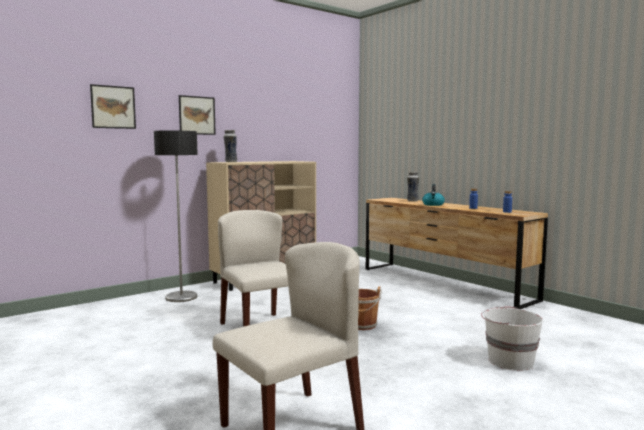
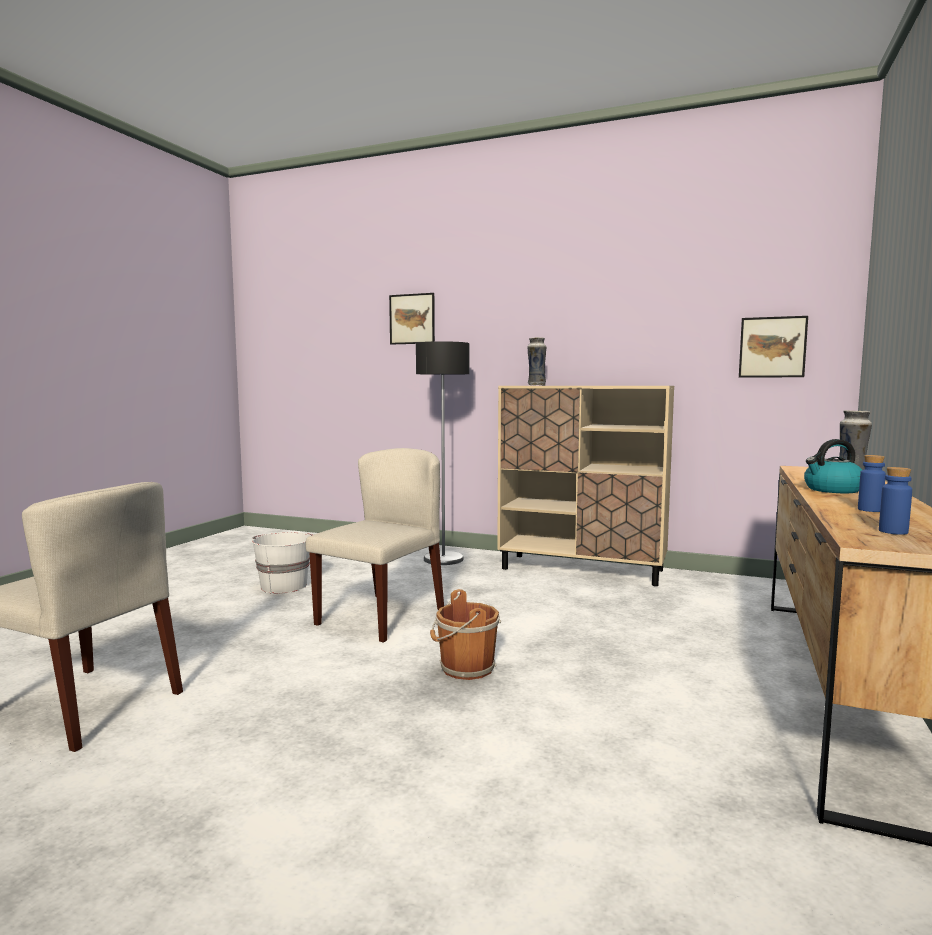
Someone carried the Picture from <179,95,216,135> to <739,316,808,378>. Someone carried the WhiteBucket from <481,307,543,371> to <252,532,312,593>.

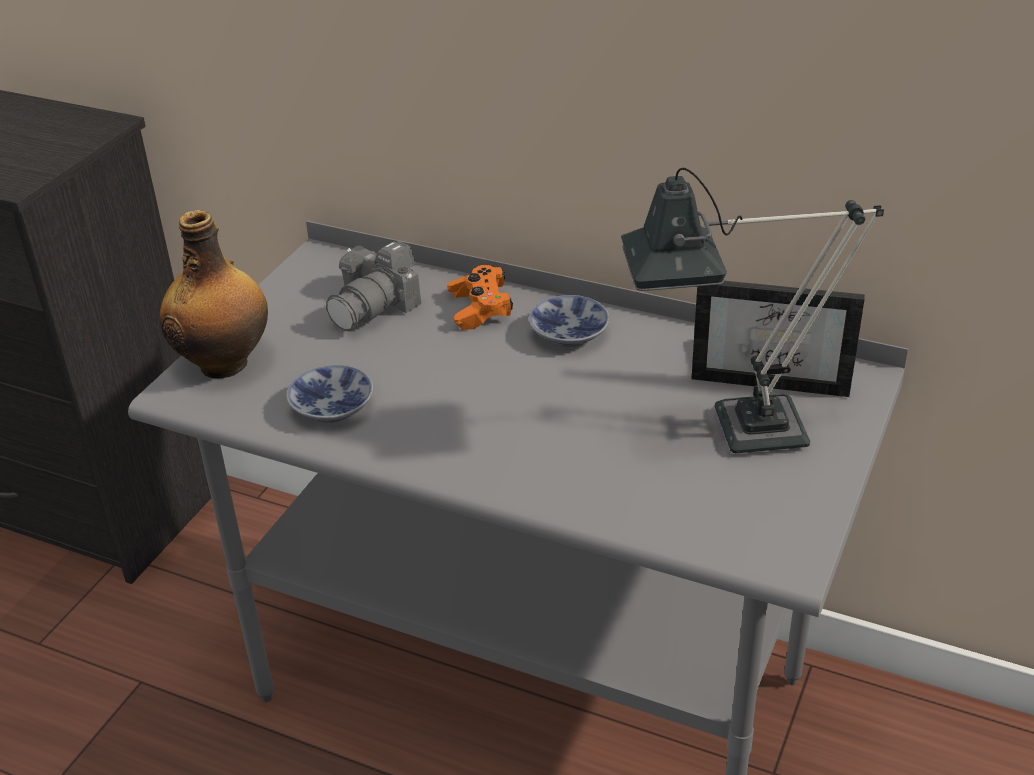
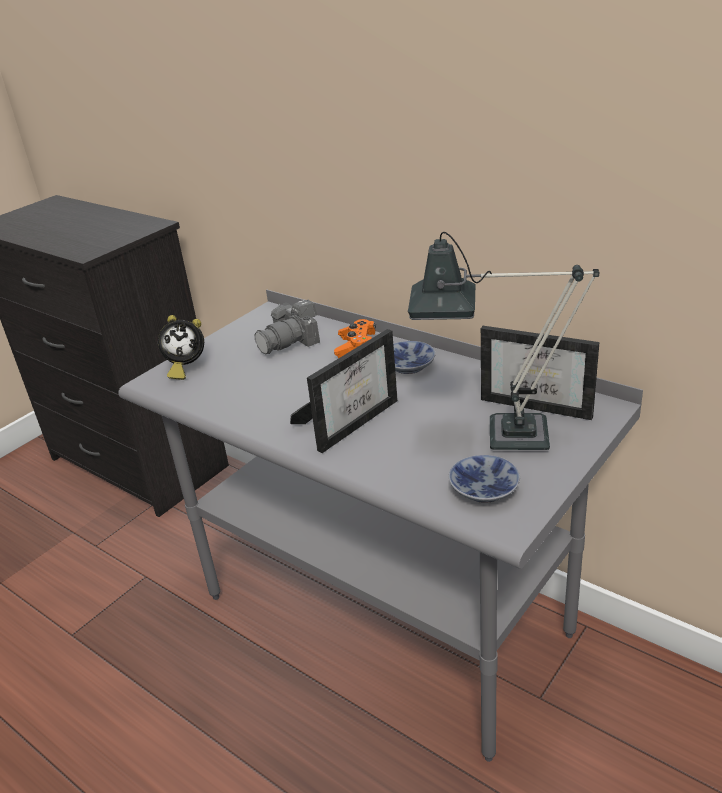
Someone swapped the Bottle at <159,210,268,378> for the AlarmClock at <158,315,204,380>. Someone carried the Bowl from <286,365,373,422> to <449,455,520,503>. Someone put down the PictureFrame at <290,329,398,453>.

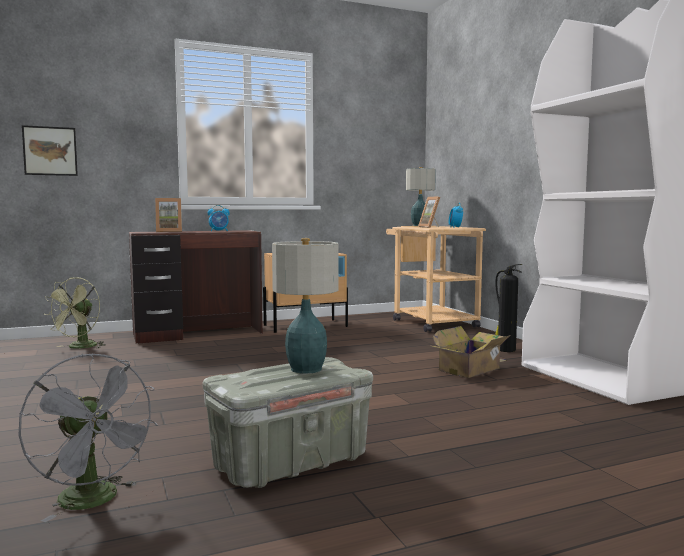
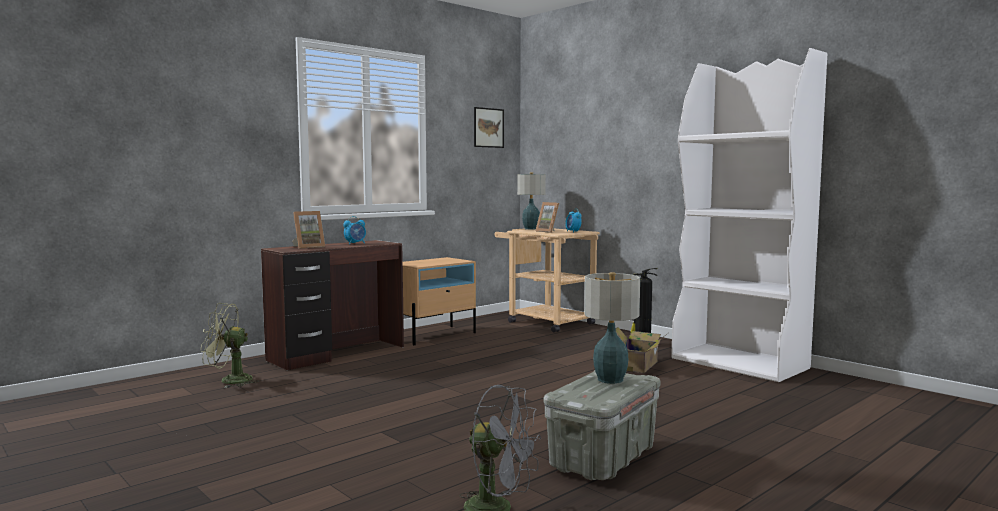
Someone carried the Picture from <22,125,78,176> to <474,107,504,148>. Someone rotated the GreenFan at <44,277,106,349> by 90 degrees clockwise.

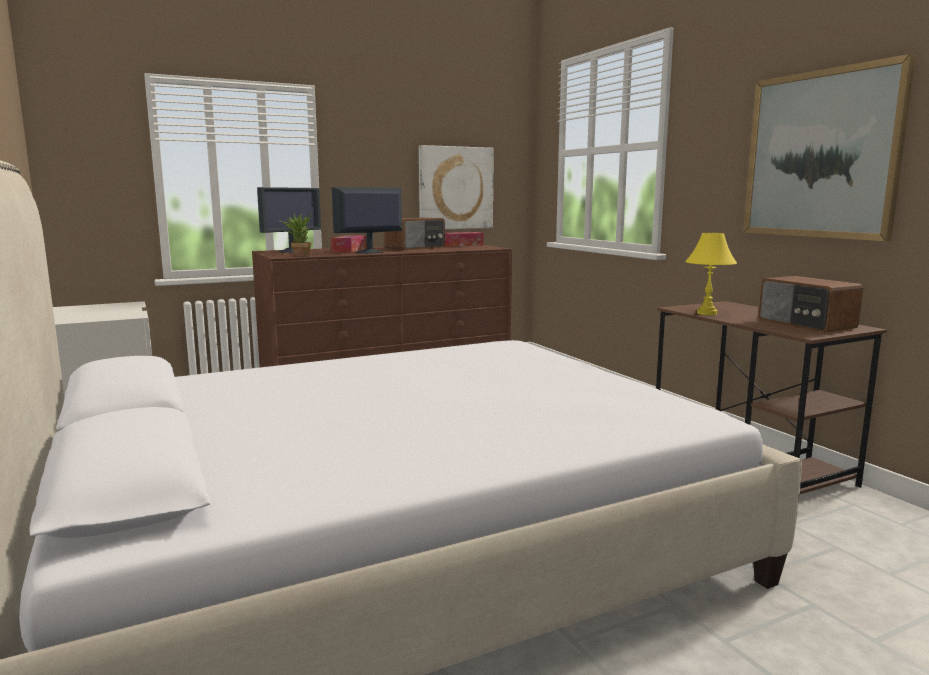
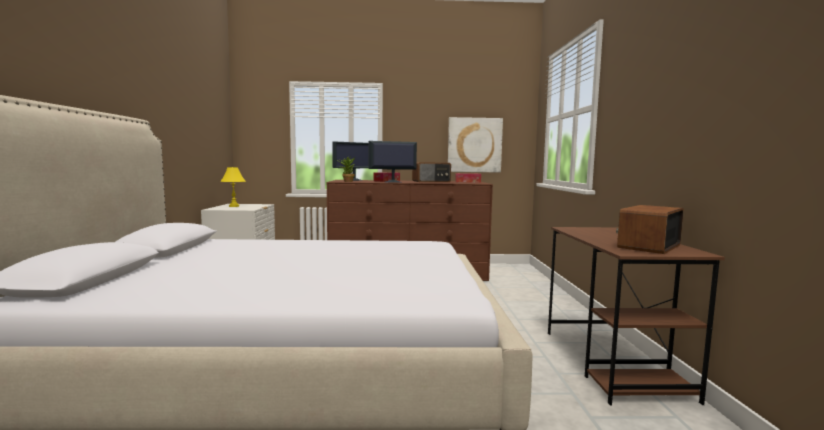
Someone took away the Picture at <743,54,916,241>. Someone carried the YellowTableLamp from <685,232,737,315> to <220,167,246,207>. Someone rotated the Radio at <758,276,863,333> by 45 degrees clockwise.

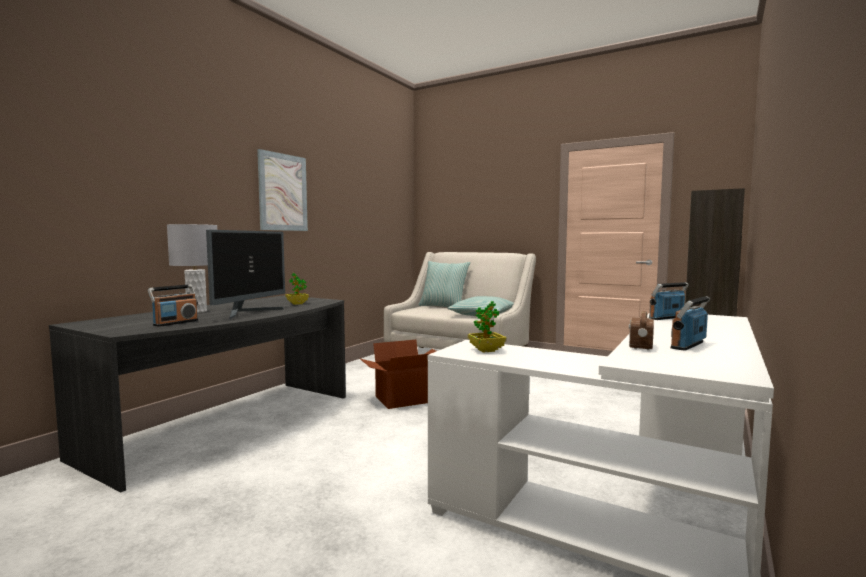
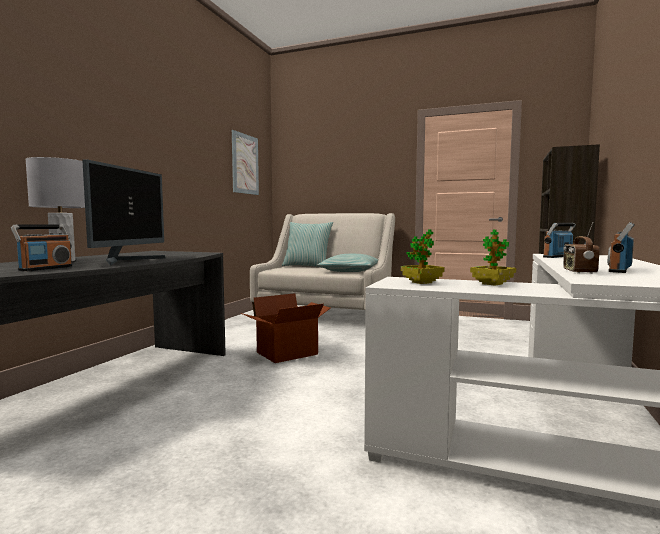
Someone carried the Picture from <257,149,308,231> to <232,130,259,195>. Someone carried the PottedPlant from <285,273,309,305> to <470,230,516,286>.

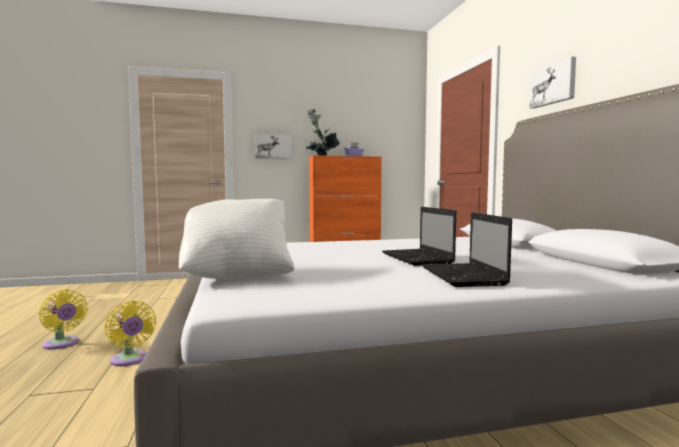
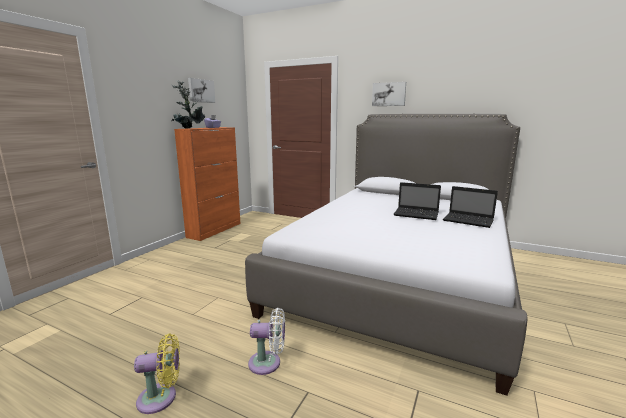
Someone carried the Picture from <255,134,291,159> to <188,78,215,103>. Someone took away the WhitePillow at <179,199,295,280>. Someone repainted the YellowFan at <104,301,156,366>, which became the WhiteFan at <248,308,285,375>.

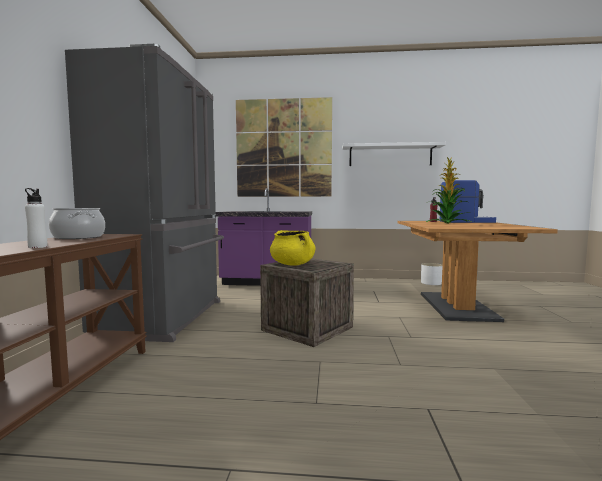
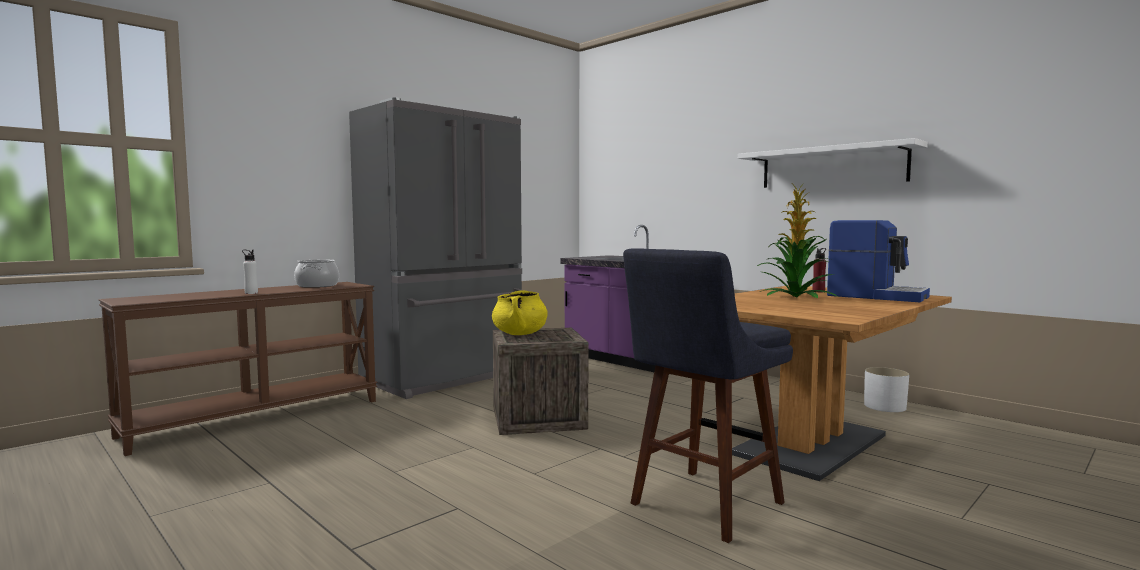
Someone took away the Picture at <236,97,332,197>. Someone put down the BlueStool at <623,248,793,543>.

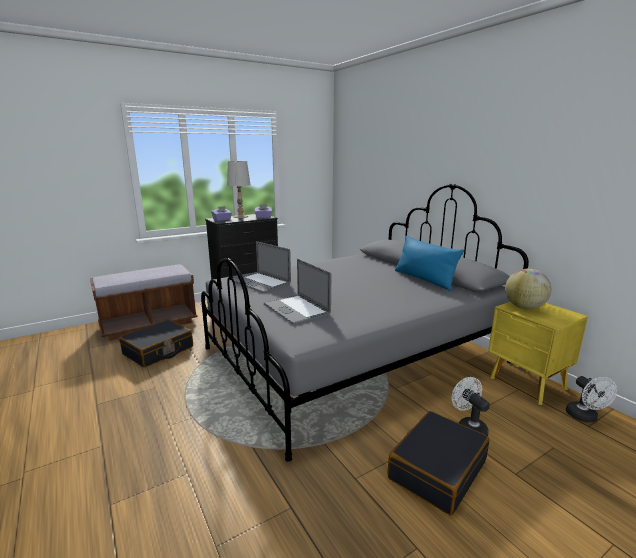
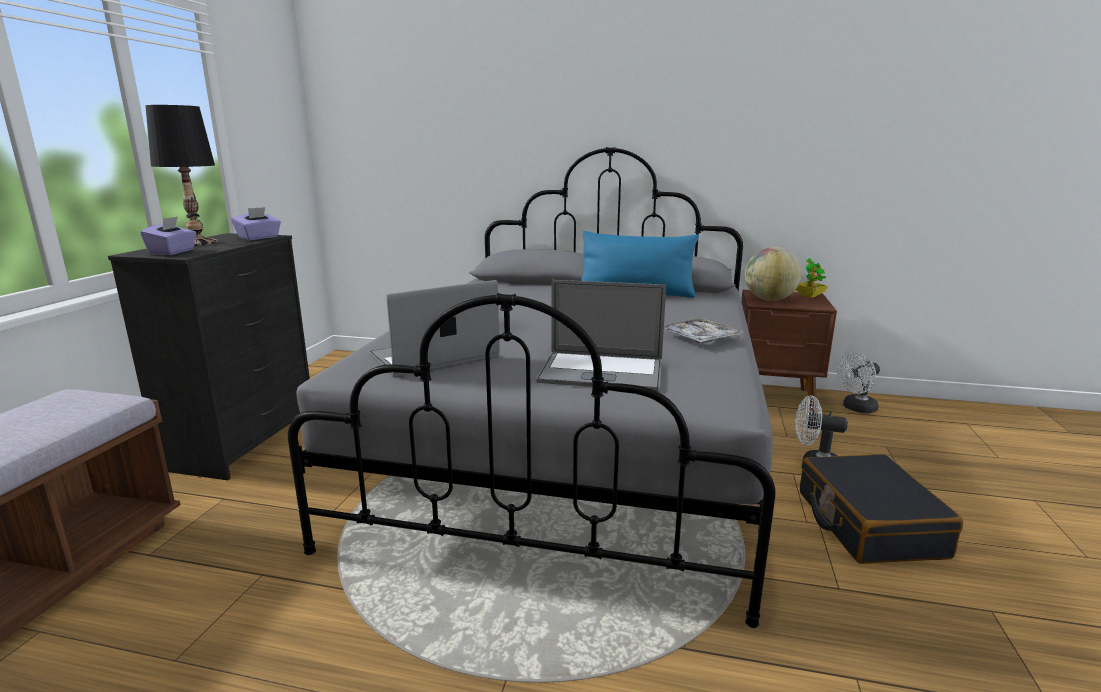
Someone repainted the WhiteTableLamp at <227,161,250,218>, which became the BlackTableLamp at <145,105,217,246>. Someone rotated the Laptop at <231,241,291,293> by 150 degrees clockwise. Someone repainted the YellowNightstand at <488,302,588,405>, which became the BrownNightstand at <741,290,837,413>. Someone took away the BlackSuitcase at <119,320,193,368>. Someone rotated the WhiteFan at <566,376,617,423> by 120 degrees clockwise. Someone put down the PottedPlant at <796,258,827,298>. Someone put down the Tray at <664,318,743,343>.

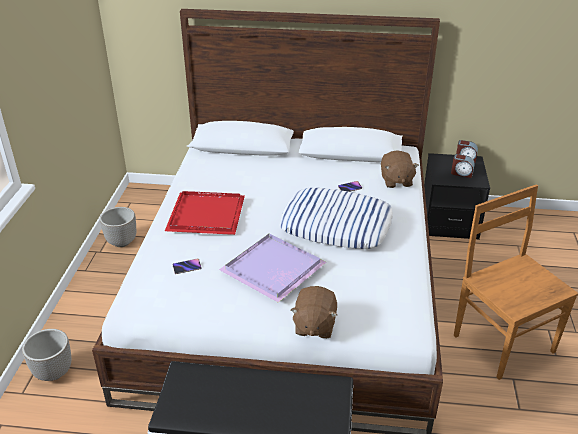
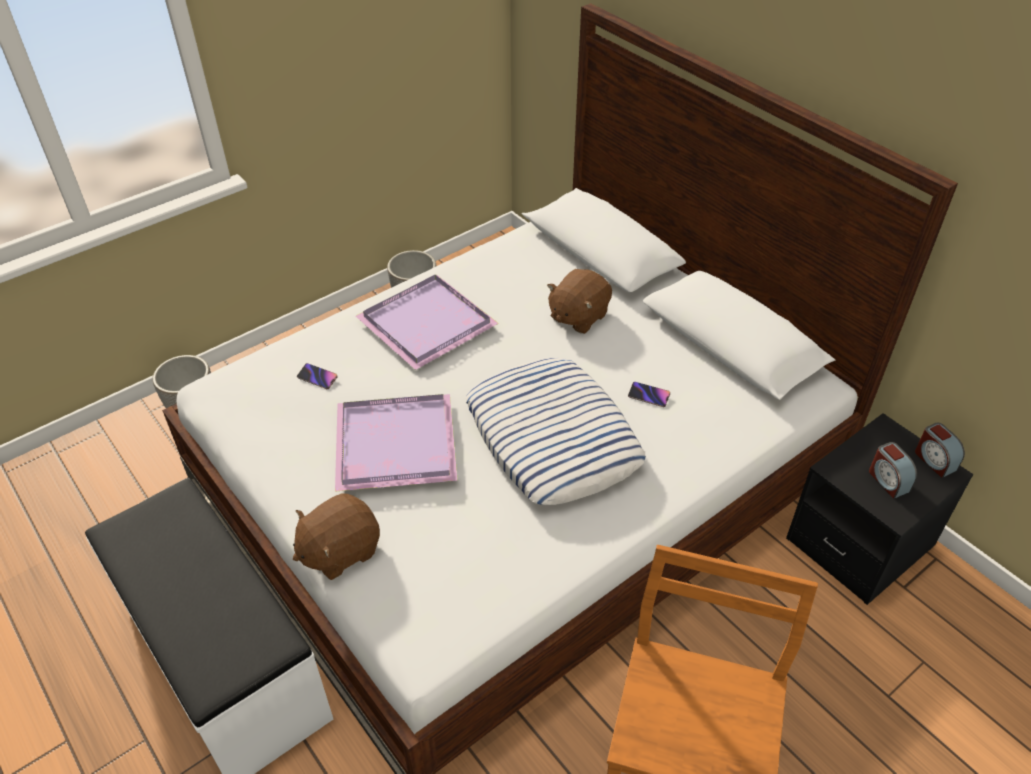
Someone carried the BrownPlushToy from <381,150,419,188> to <547,269,612,334>. Someone repainted the RedTray at <165,191,245,235>, which became the PurpleTray at <356,275,499,370>.

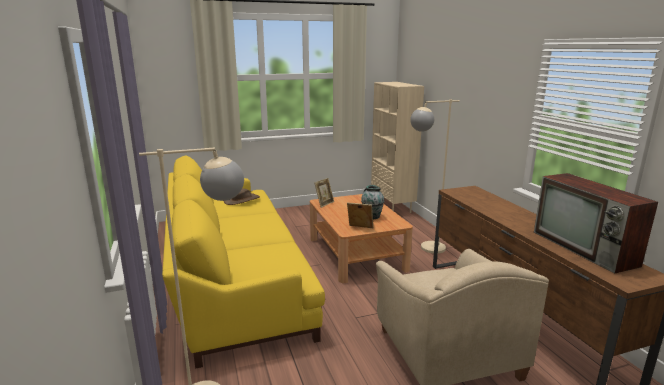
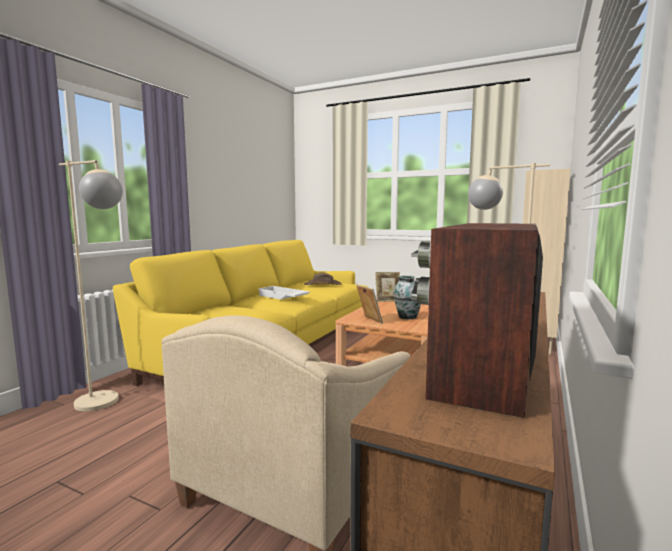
Someone put down the WhiteTray at <258,286,310,300>.

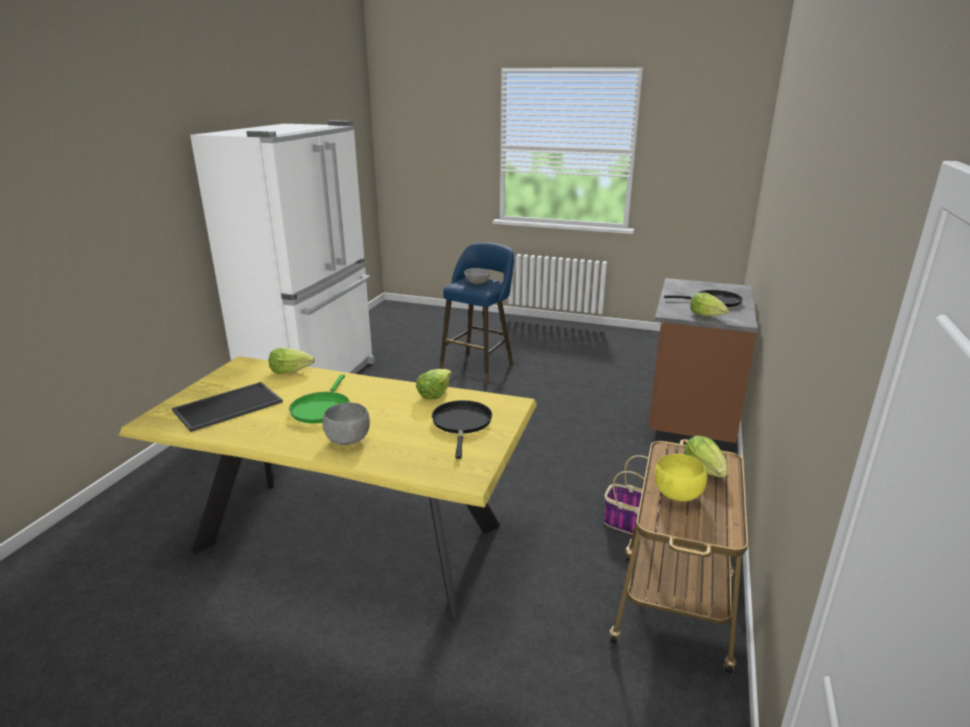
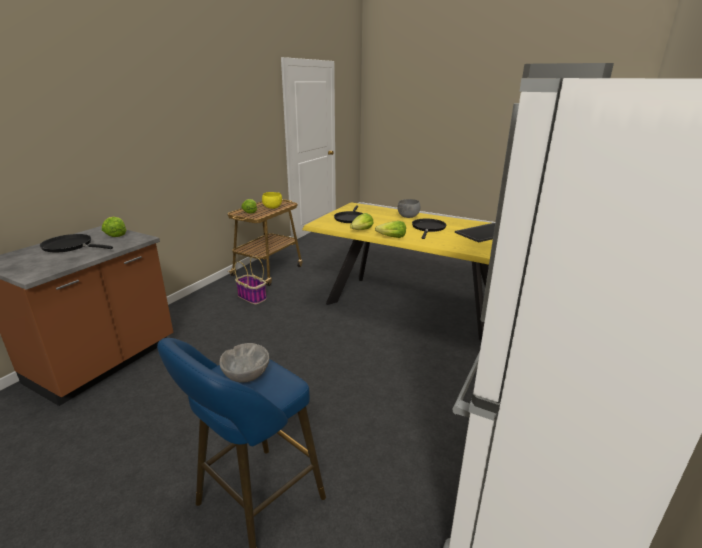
Someone carried the Lettuce from <269,348,315,374> to <375,221,406,238>. Someone repainted the GreenFryingPan at <289,374,350,423>, which became the BlackFryingPan at <412,219,446,239>.

